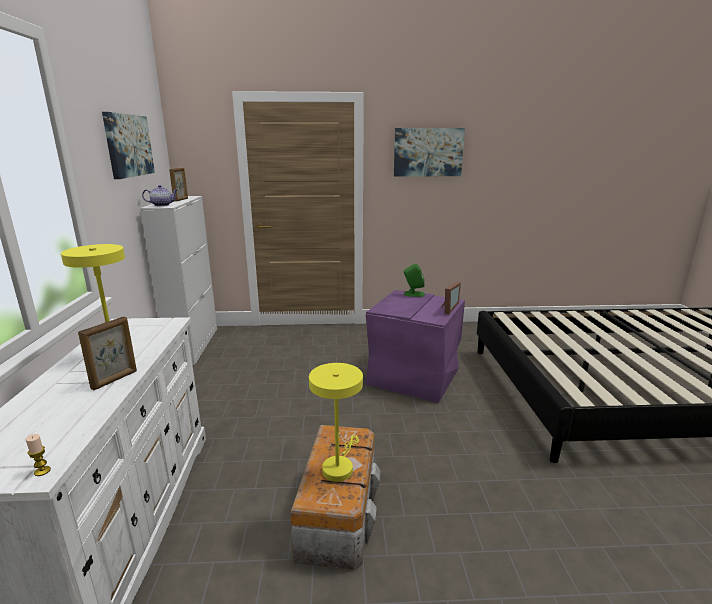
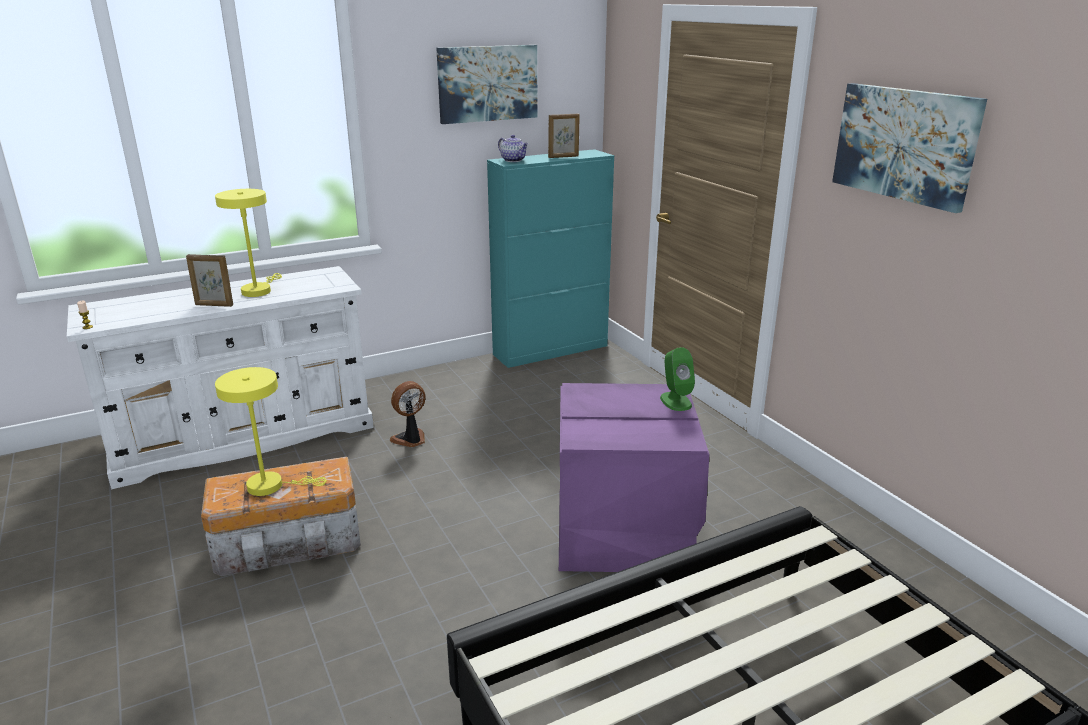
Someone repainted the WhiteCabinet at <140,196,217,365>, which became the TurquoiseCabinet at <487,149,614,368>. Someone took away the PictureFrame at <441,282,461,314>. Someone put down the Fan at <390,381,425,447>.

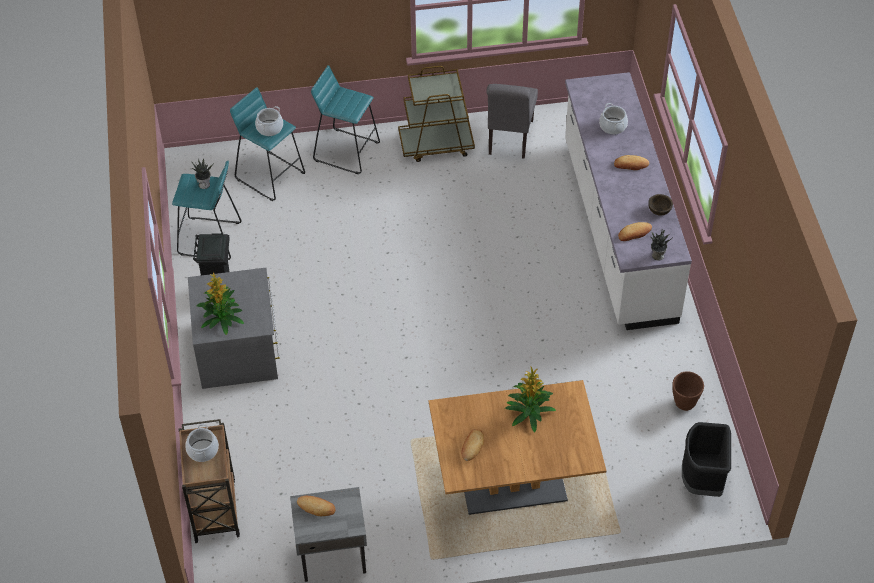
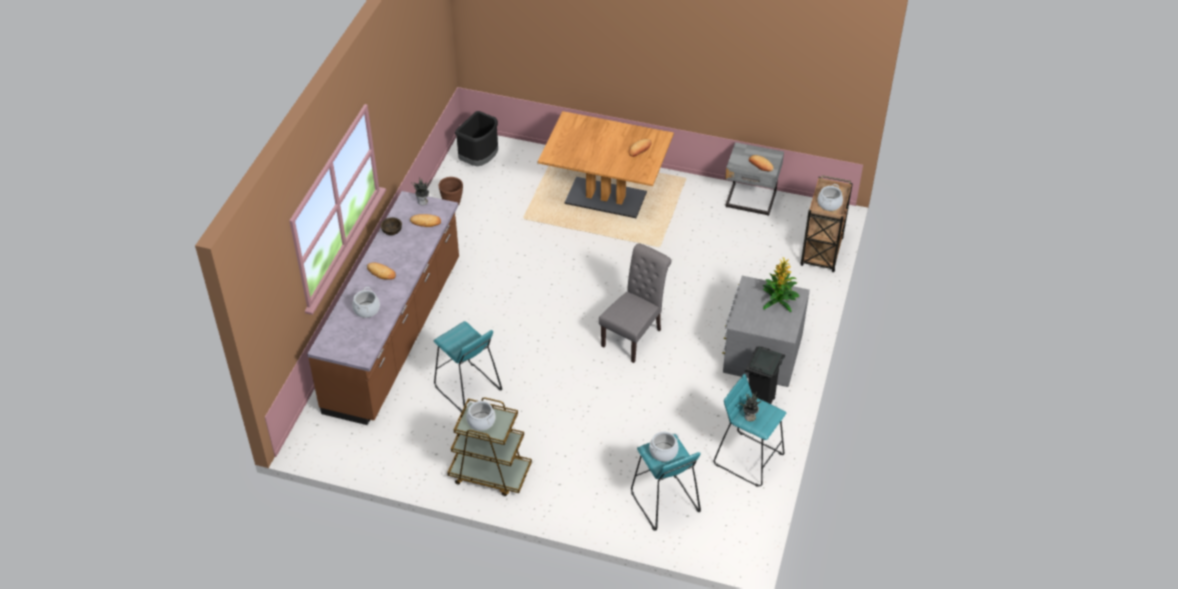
Someone carried the TurquoiseStool from <311,65,380,174> to <434,321,502,414>. Someone repainted the WhiteCounter at <565,72,692,330>, which became the BrownCounter at <307,191,459,425>. Someone carried the GreyChair from <486,84,538,159> to <599,243,672,363>. Someone took away the PottedPlant at <505,367,556,433>. Someone put down the CookingPot at <466,401,496,431>.

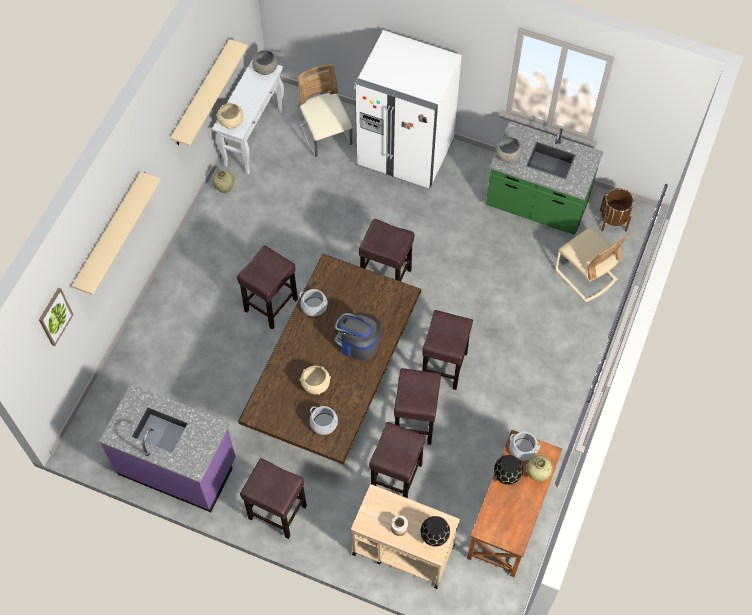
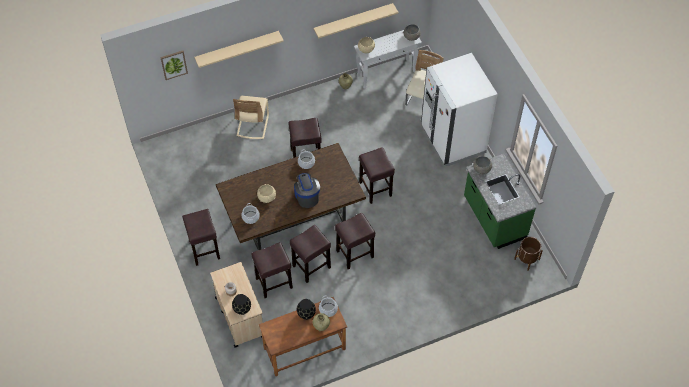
Someone carried the BeigeChair from <555,228,630,302> to <233,96,269,139>. Someone took away the PurpleCounter at <99,384,236,512>.

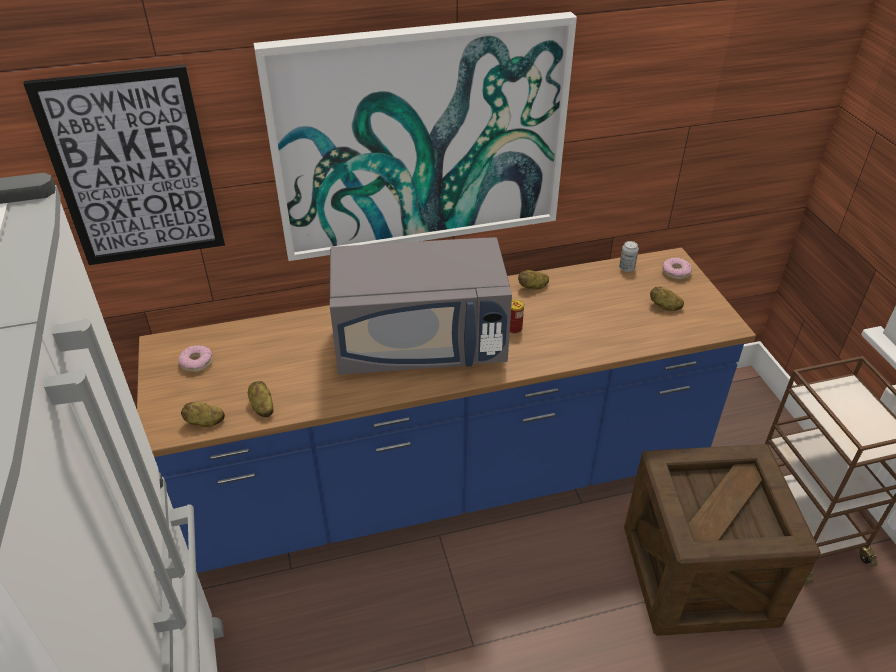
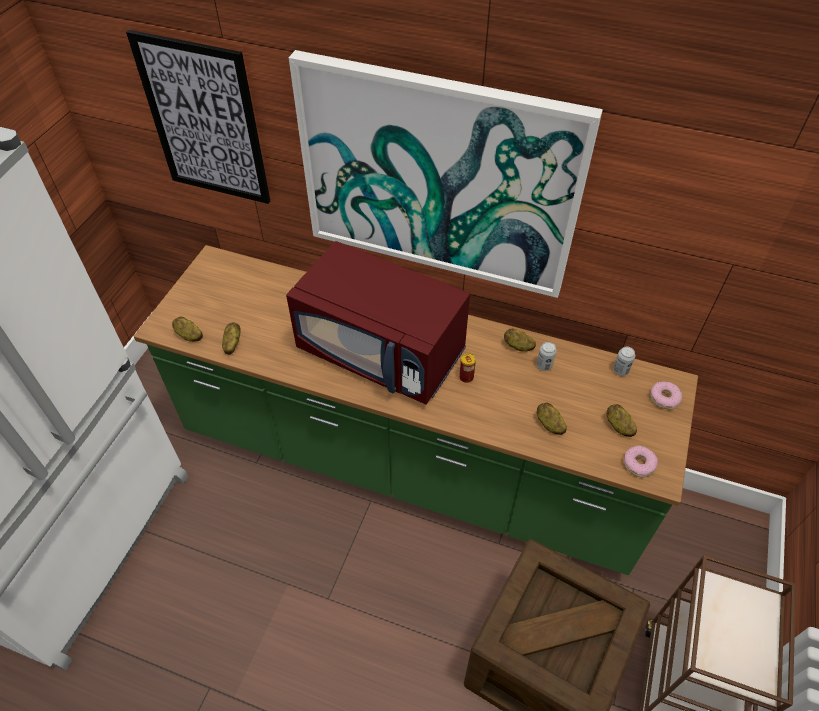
Someone repainted the GreyMicrowave at <330,237,512,375>, which became the RedMicrowave at <286,241,470,405>. Someone repainted the BlueCounter at <137,247,756,573>, which became the GreenCounter at <134,245,698,575>. Someone carried the Donut from <178,345,213,372> to <624,446,658,477>. Someone put down the Can at <537,342,557,371>. Someone put down the Potato at <537,403,567,435>.

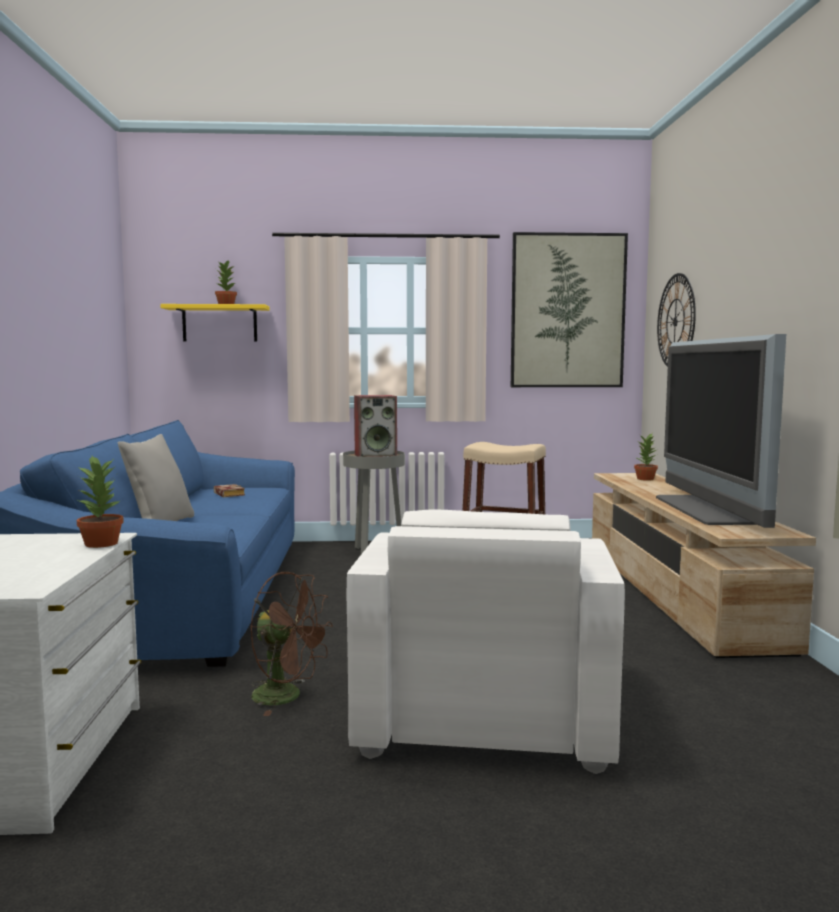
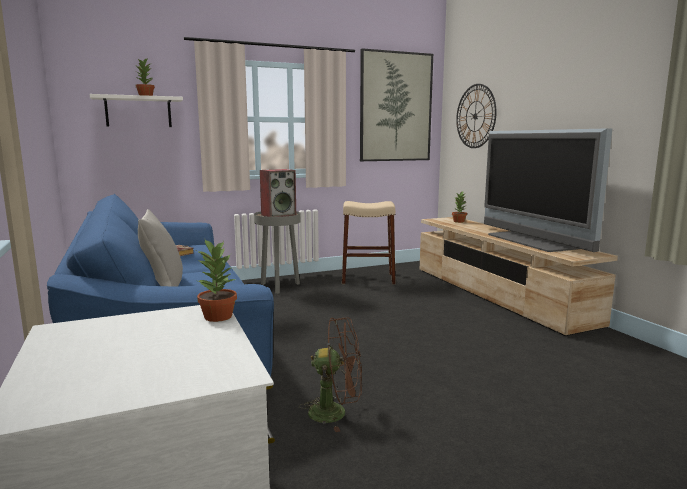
Someone repainted the YellowShelf at <160,304,270,341>, which became the WhiteShelf at <90,94,183,127>. Someone took away the WhiteArmchair at <346,509,625,774>.

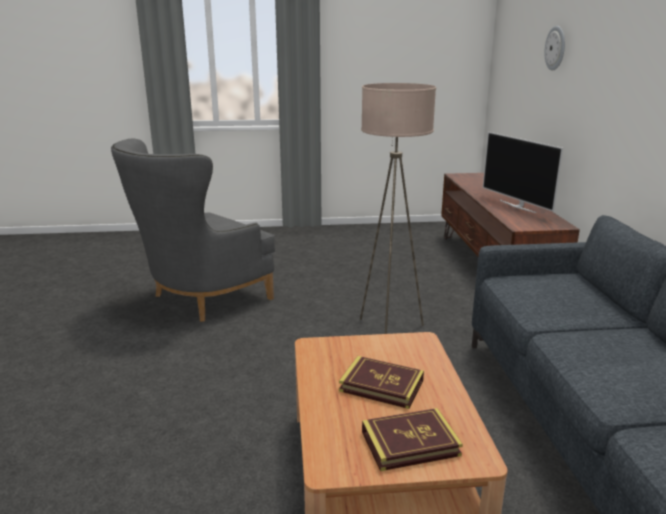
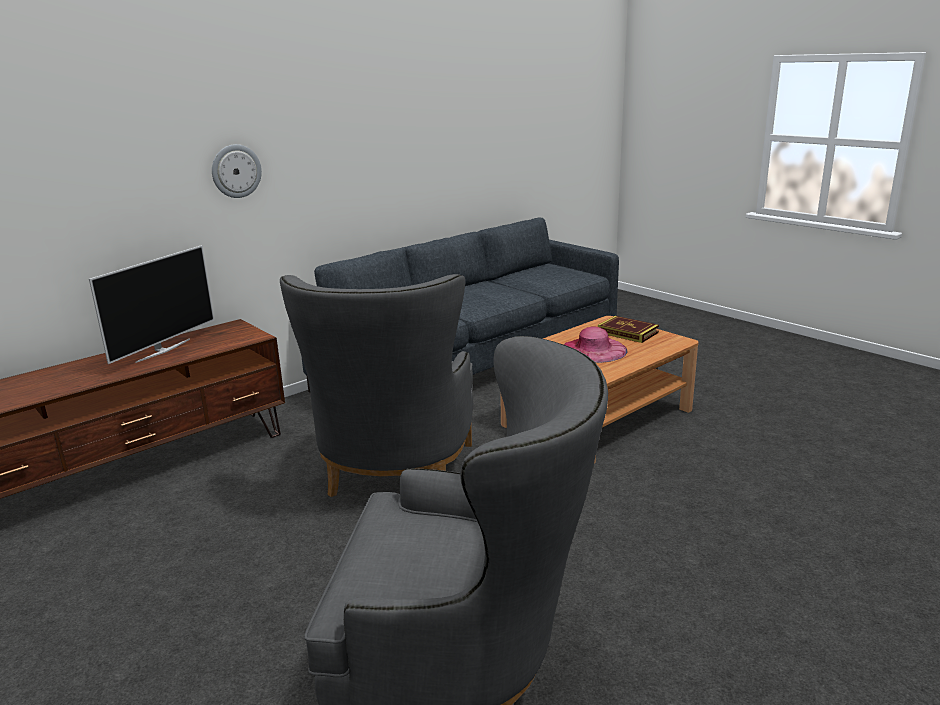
Someone carried the WallClock from <544,26,565,71> to <212,144,262,198>. Someone swapped the BeigeFloorLamp at <360,83,436,334> for the GreyArmchair at <280,274,473,497>. Someone swapped the Book at <339,356,424,409> for the PinkHat at <564,326,628,363>.

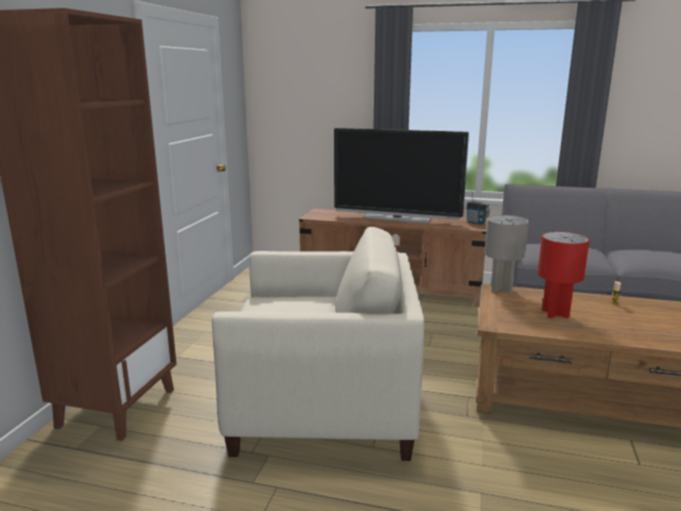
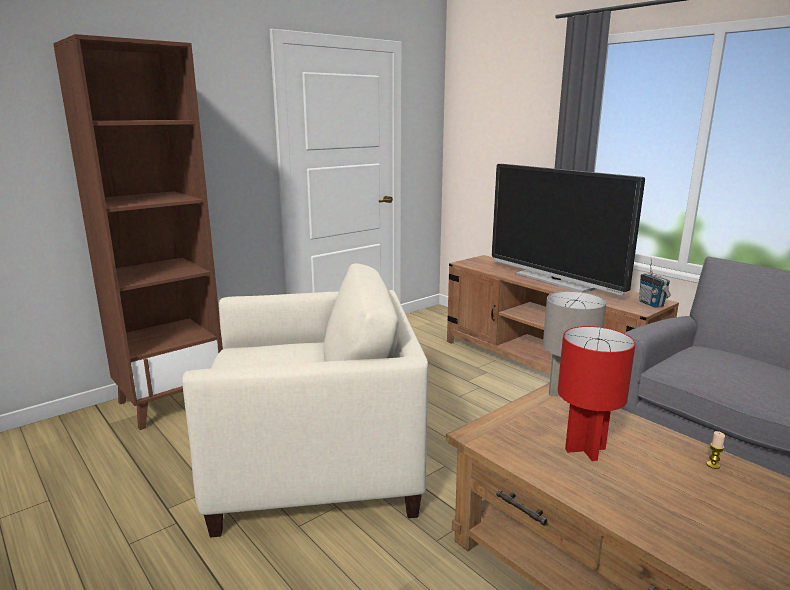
Someone rotated the BeigeArmchair at <212,227,424,461> by 45 degrees counterclockwise.

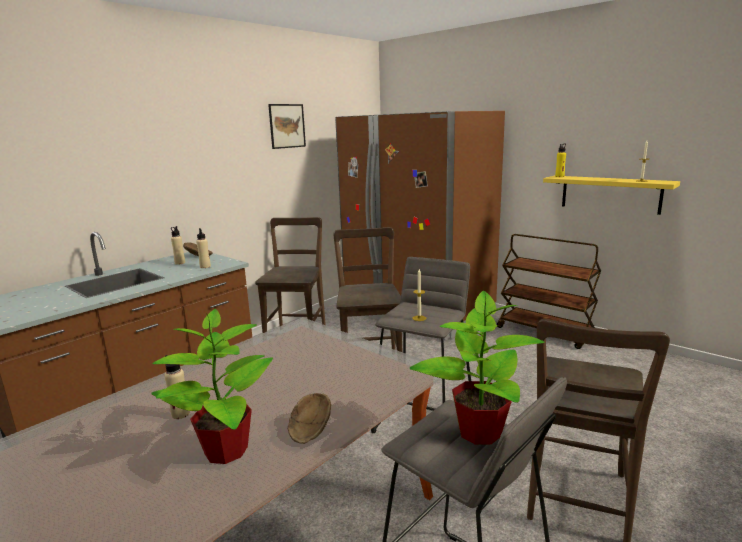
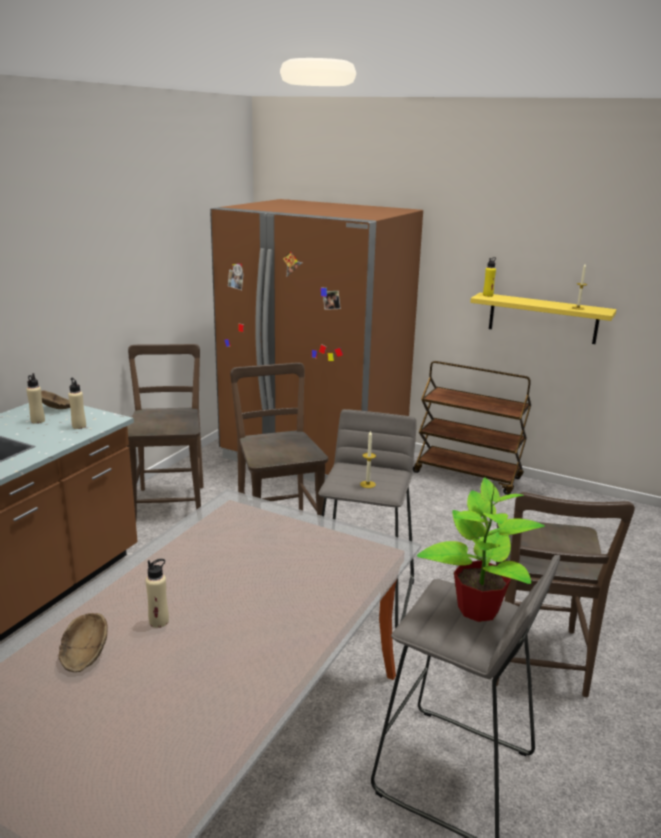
Someone took away the Picture at <268,104,306,149>. Someone took away the PottedPlant at <151,309,273,464>. Someone carried the BrownBowl from <288,393,331,444> to <59,613,108,672>.

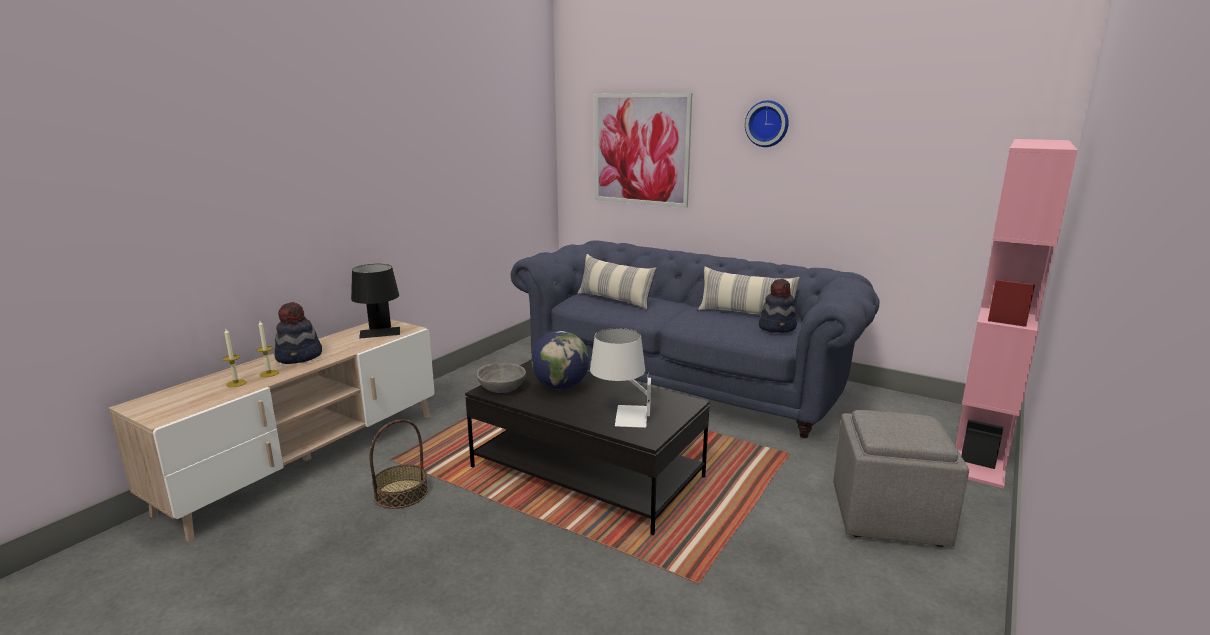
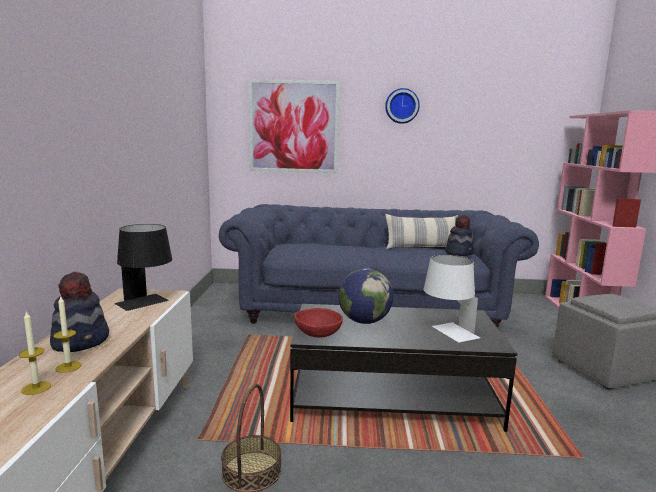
Someone took away the Pillow at <578,254,656,309>. Someone repainted the GreyBowl at <477,363,526,393>, which became the RedBowl at <294,308,343,337>.

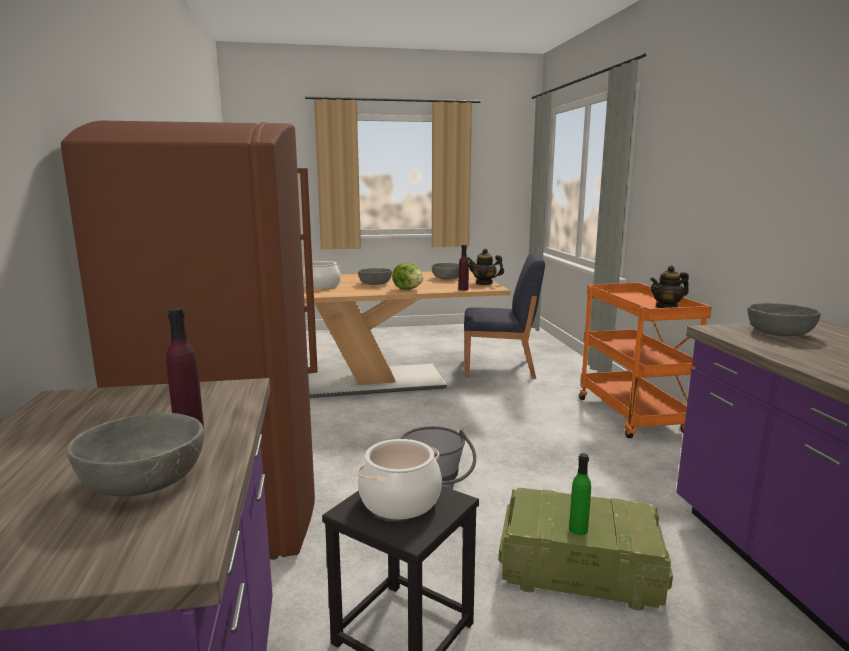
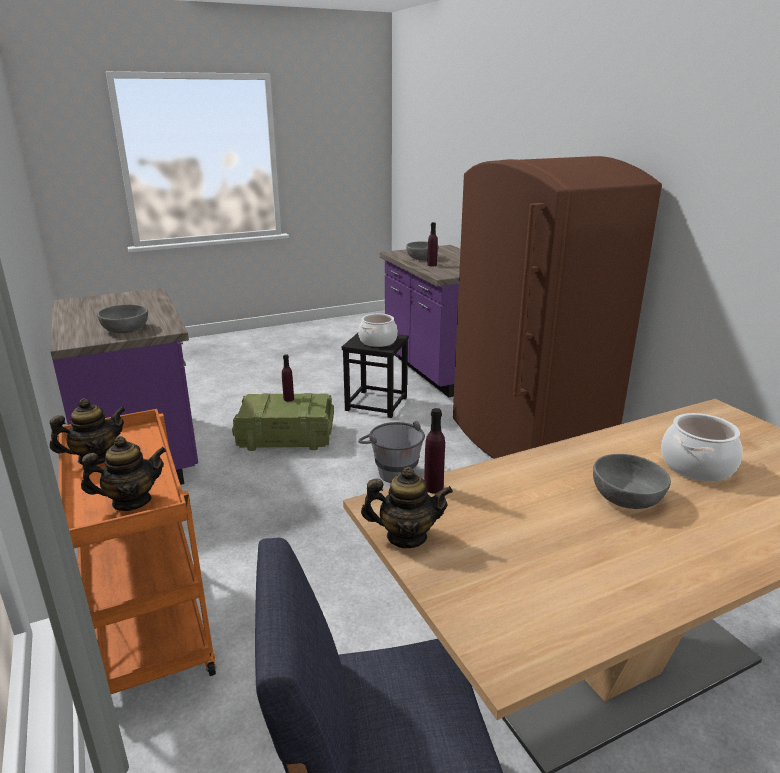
Someone took away the Lettuce at <392,263,423,290>. Someone took away the GreyBowl at <432,263,459,280>. Someone repainted the GreenBottle at <569,453,591,535>, which became the PurpleBottle at <282,354,294,401>. Someone put down the Teapot at <81,436,166,511>.

